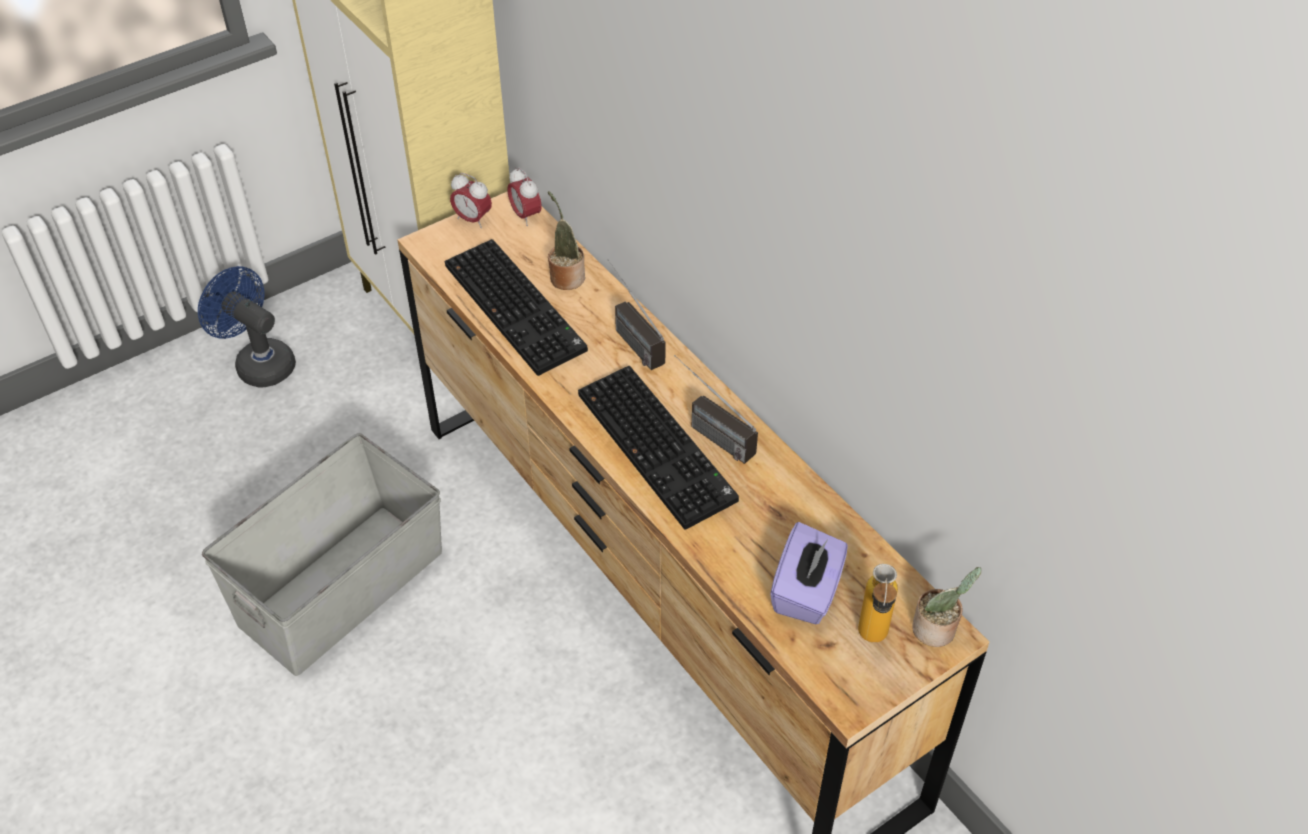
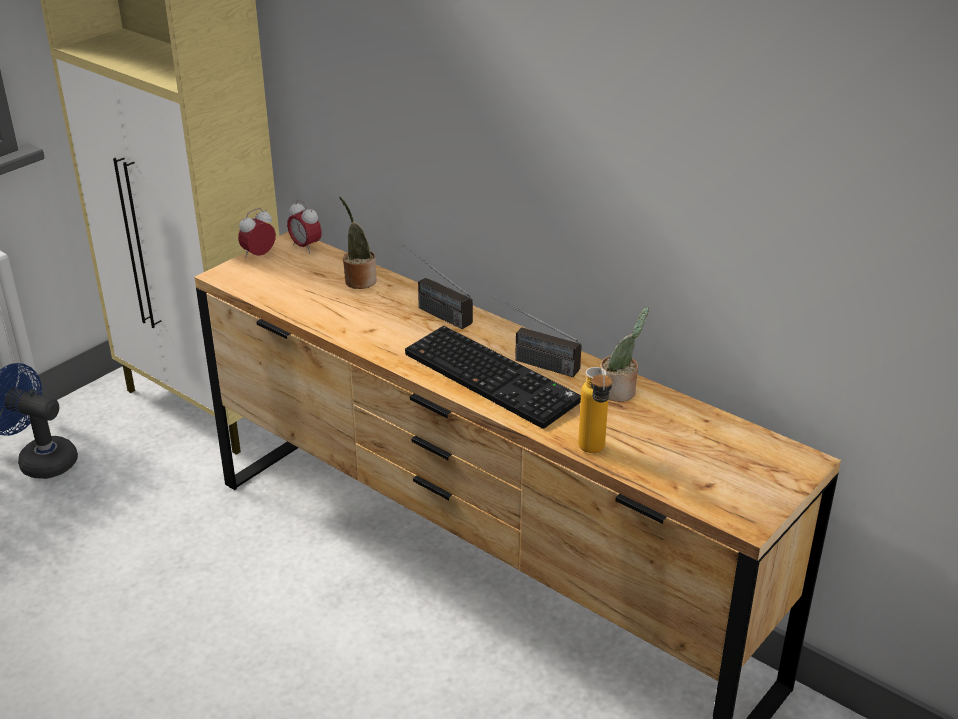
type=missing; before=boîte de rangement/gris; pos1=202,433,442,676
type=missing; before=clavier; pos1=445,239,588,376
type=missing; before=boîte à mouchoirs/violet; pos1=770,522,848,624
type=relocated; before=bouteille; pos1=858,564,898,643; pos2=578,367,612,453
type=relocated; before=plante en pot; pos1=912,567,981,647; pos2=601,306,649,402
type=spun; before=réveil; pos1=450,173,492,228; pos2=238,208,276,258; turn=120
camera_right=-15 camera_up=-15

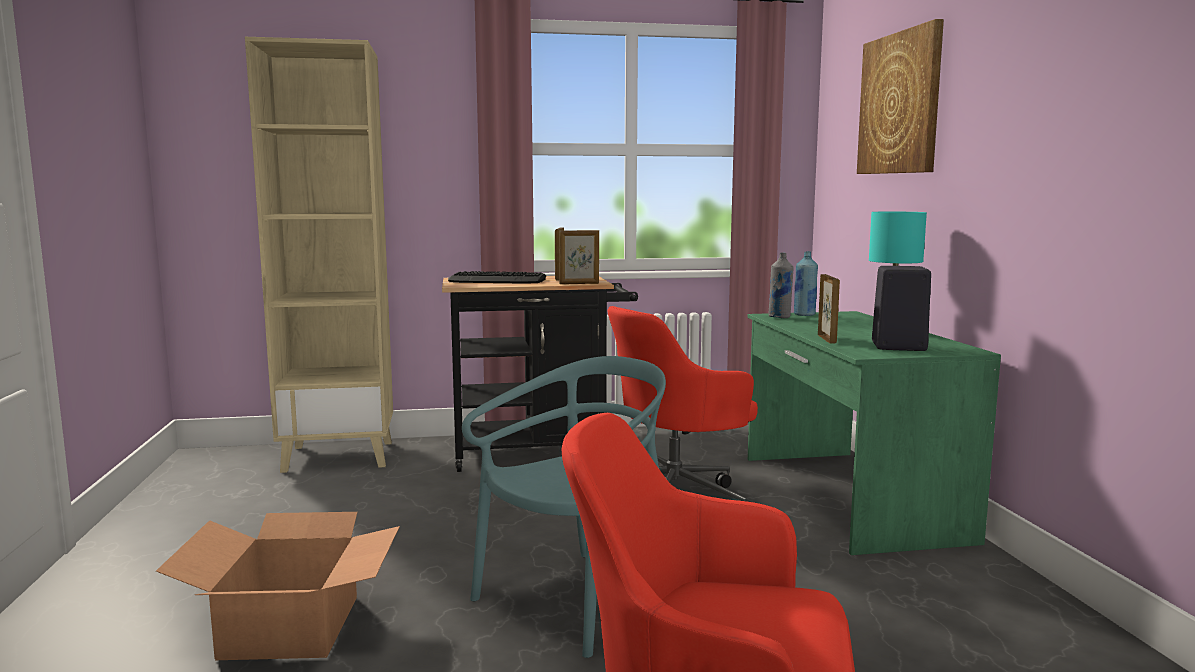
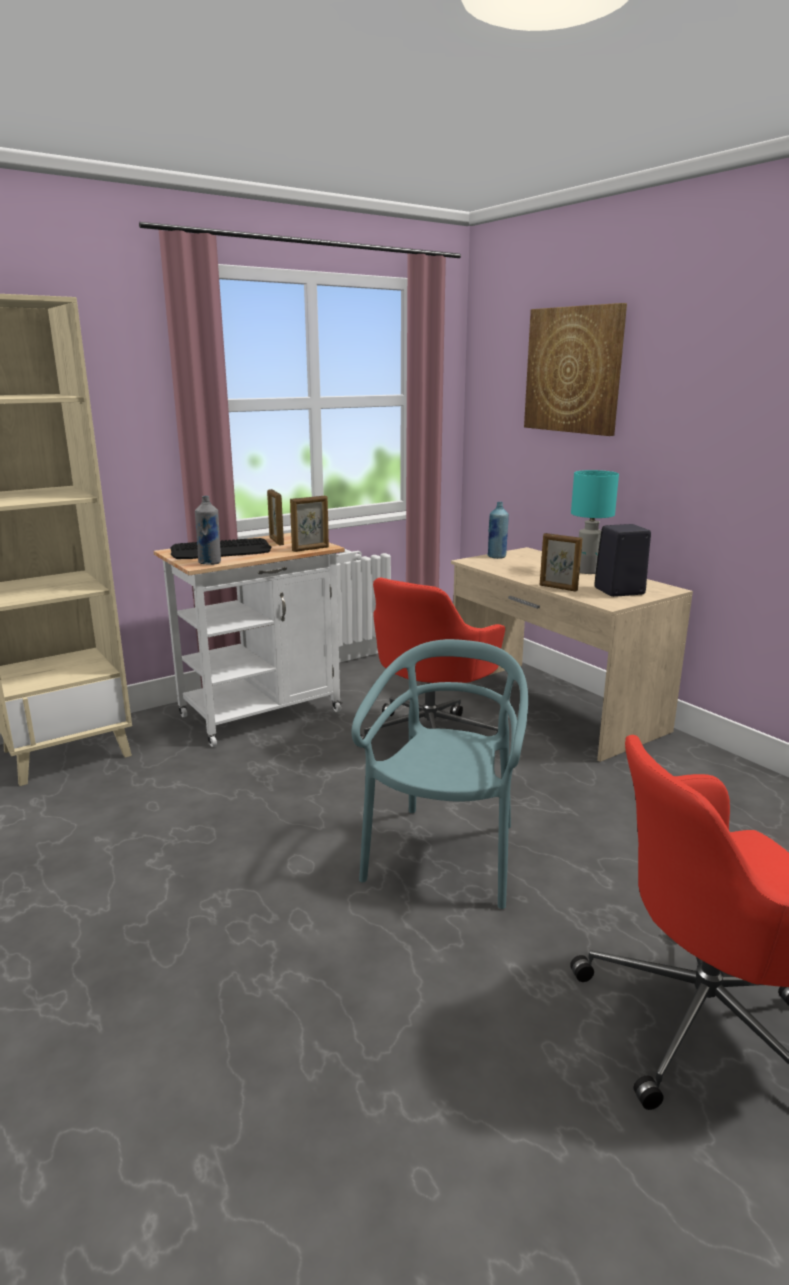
type=missing; before=carton; pos1=156,512,400,660
type=relocated; before=bouteille/gris; pos1=768,252,794,318; pos2=195,496,221,565
type=colour; before=chariot/noir; after=chariot/blanc; pos1=442,276,638,472; pos2=154,533,362,747
type=colour; before=bureau/vert; after=bureau/beige; pos1=748,311,1001,555; pos2=451,547,693,762
type=spun; before=cadre photo; pos1=818,274,840,343; pos2=540,533,583,592; turn=150
camera_right=-25 camera_up=10

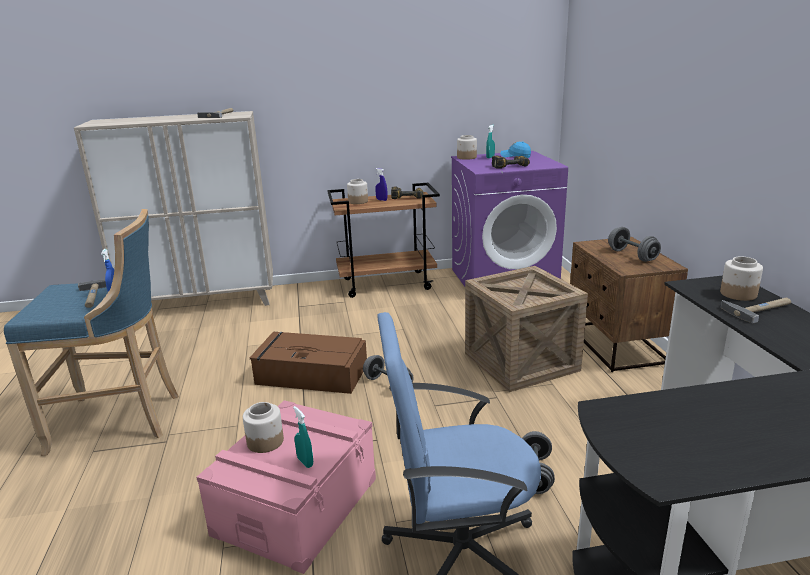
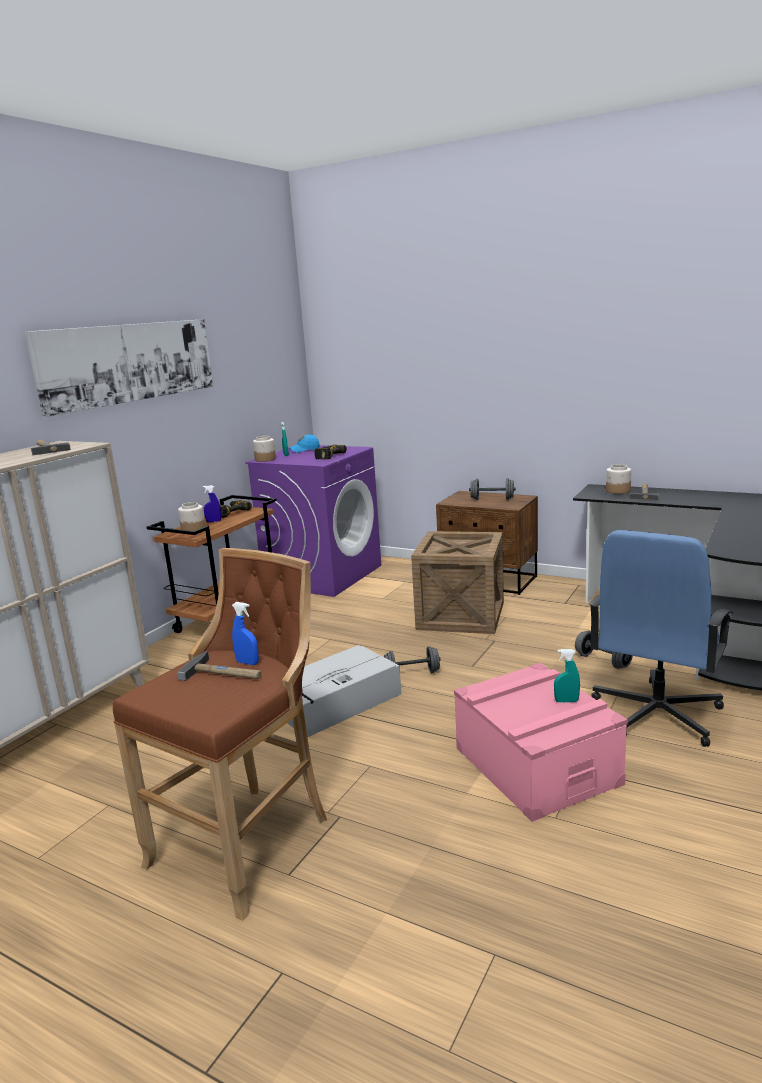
type=missing; before=bocal; pos1=243,402,284,453
type=appeared; after=tableau; pos2=25,319,213,417
type=colour; before=tabouret/bleu; after=tabouret/marron; pos1=4,209,179,456; pos2=113,548,327,921
type=colour; before=boîte de rangement/marron; after=boîte de rangement/gris; pos1=250,332,367,394; pos2=288,645,401,737
camera_right=-50 camera_up=-5

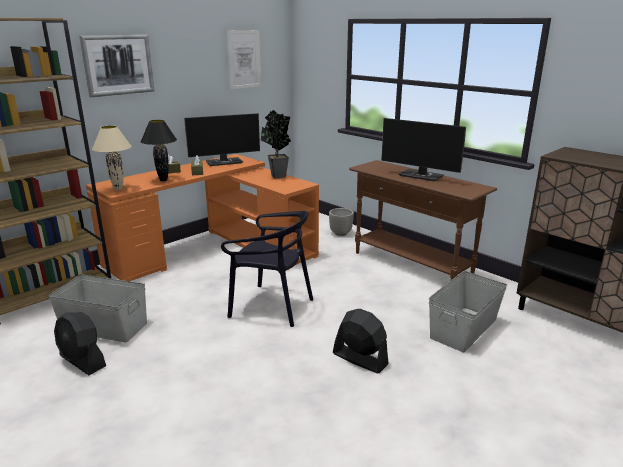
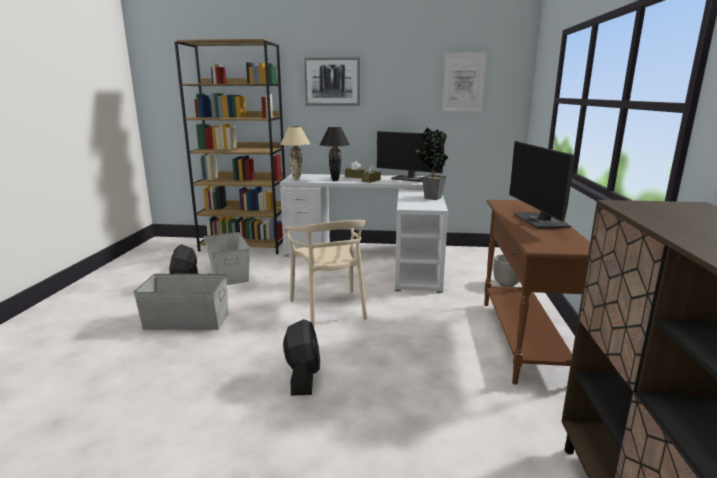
type=relocated; before=boîte de rangement/gris; pos1=429,271,507,352; pos2=134,274,228,330
type=colour; before=bureau/orange; after=bureau/blanc; pos1=86,154,319,281; pos2=280,174,448,293
type=colour; before=chaise/noir; after=chaise/beige; pos1=221,211,313,327; pos2=284,220,367,328
camera_right=50 camera_up=-5

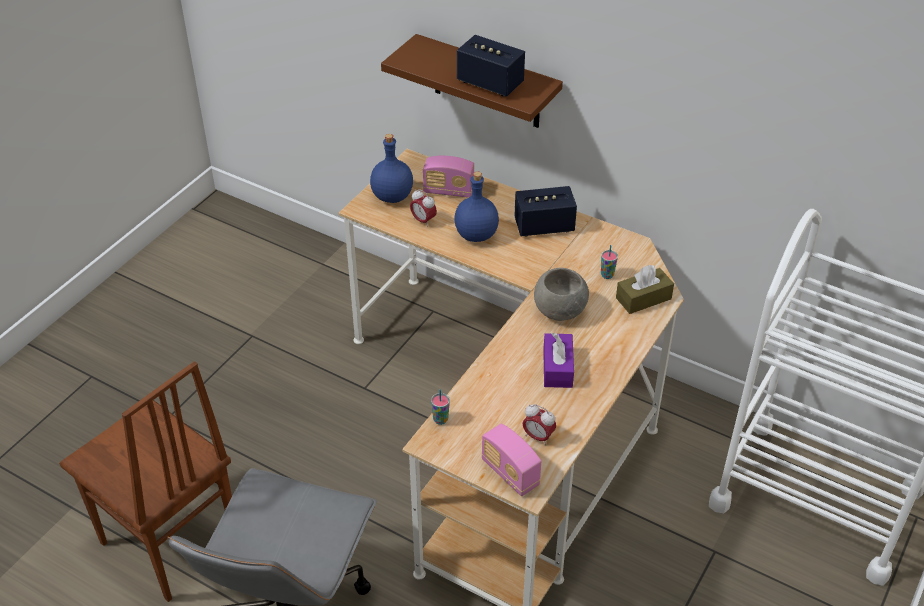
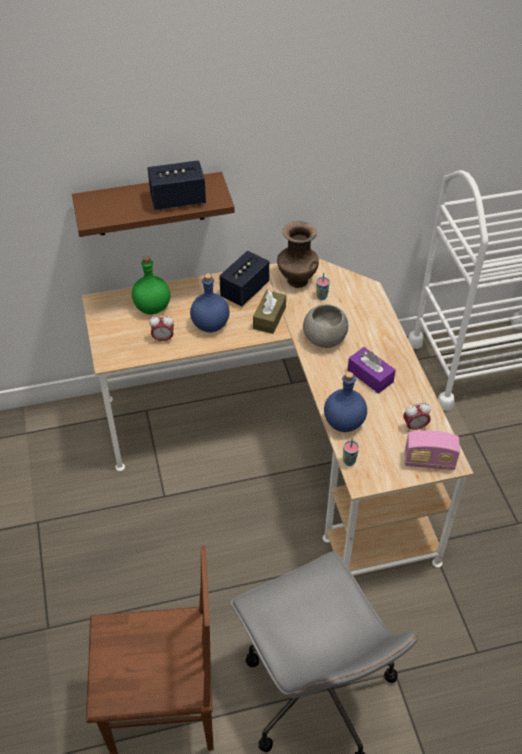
type=appeared; after=vase/marron; pos2=277,221,319,288
type=relocated; before=bouteille/bleu; pos1=370,134,413,203; pos2=324,372,367,432
type=relocated; before=boîte à mouchoirs/marron; pos1=616,265,674,314; pos2=253,290,286,334
type=exchanged; before=radio; after=bouteille/vert; pos1=423,156,474,198; pos2=132,256,170,315
camera_right=-45 camera_up=5

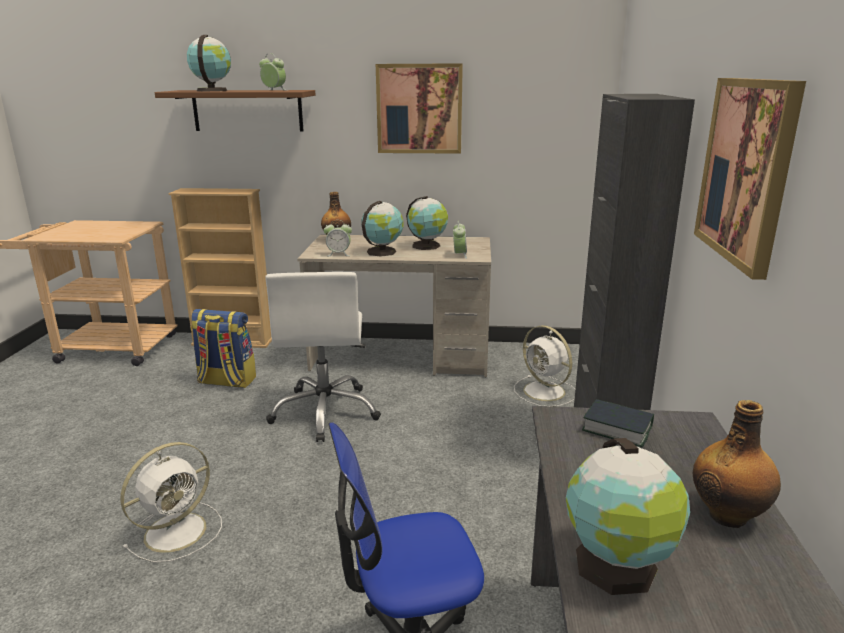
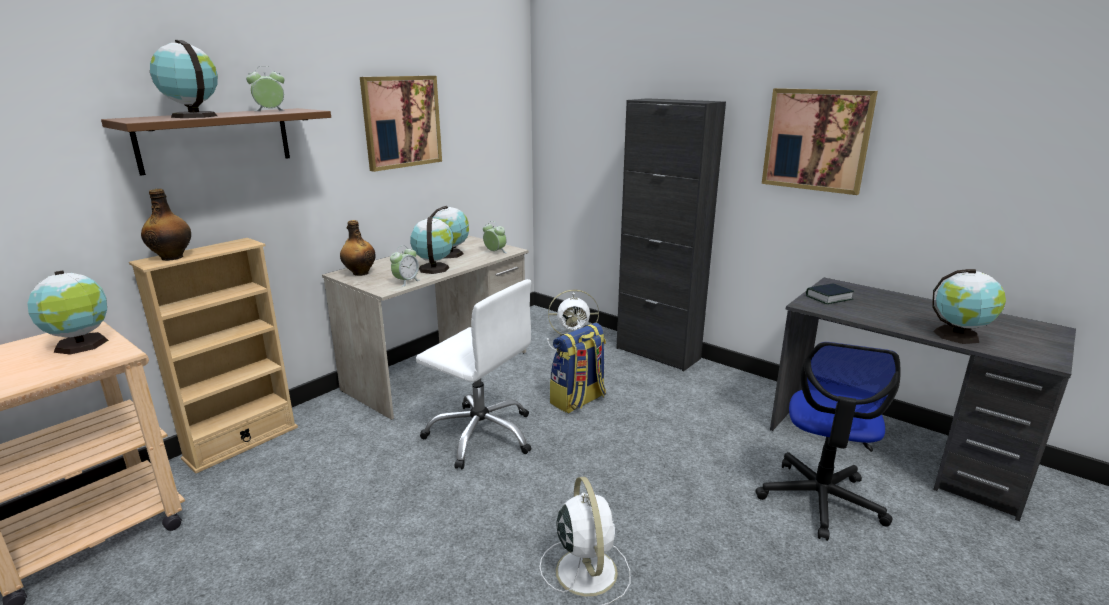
type=appeared; after=globe; pos2=27,270,109,355
type=relocated; before=sac à dos; pos1=191,309,256,388; pos2=550,323,606,413
type=relocated; before=bouteille; pos1=693,400,781,528; pos2=141,189,191,261
camera_right=-55 camera_up=0

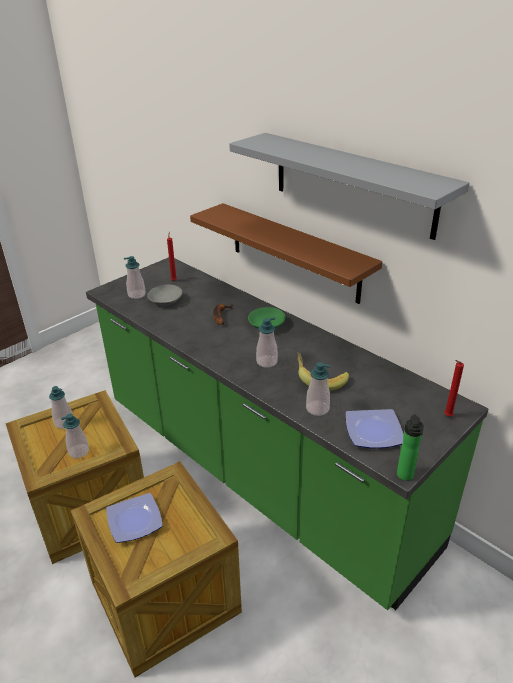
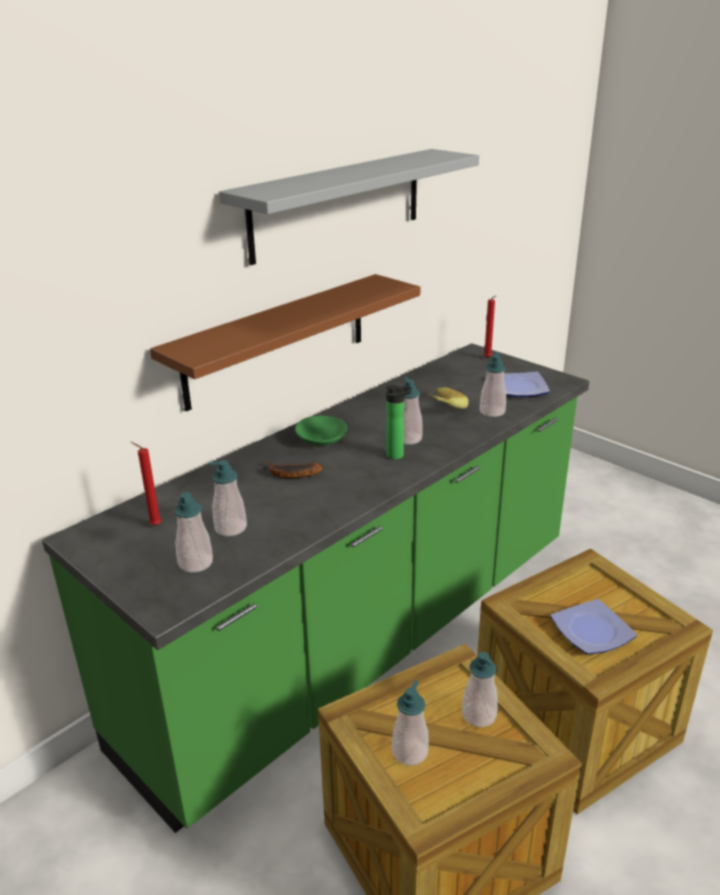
type=relocated; before=bouteille; pos1=397,414,424,481; pos2=386,385,412,460
type=exchanged; before=bol/gris; after=distributeur de savon; pos1=147,285,182,306; pos2=209,460,247,537
camera_right=-90 camera_up=-5

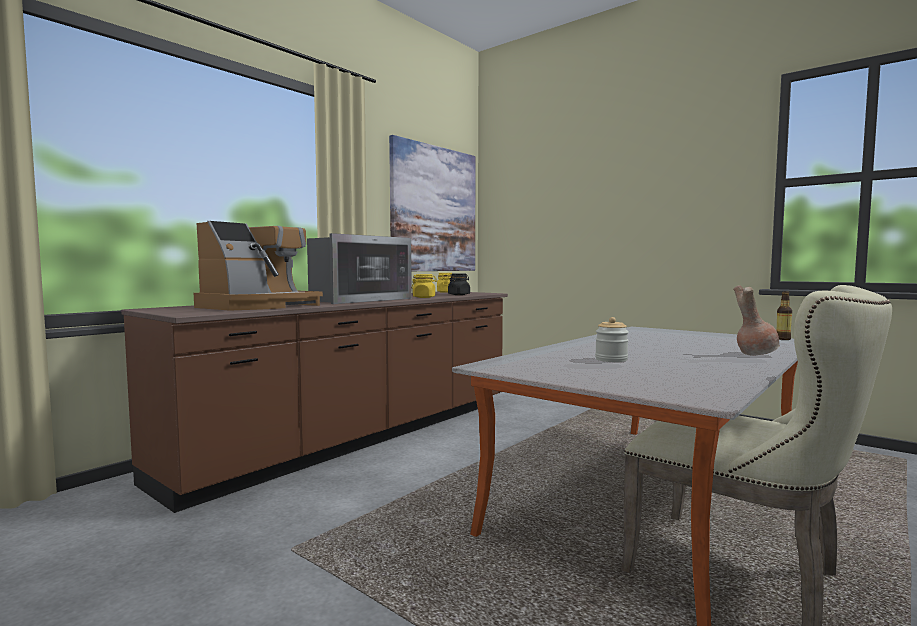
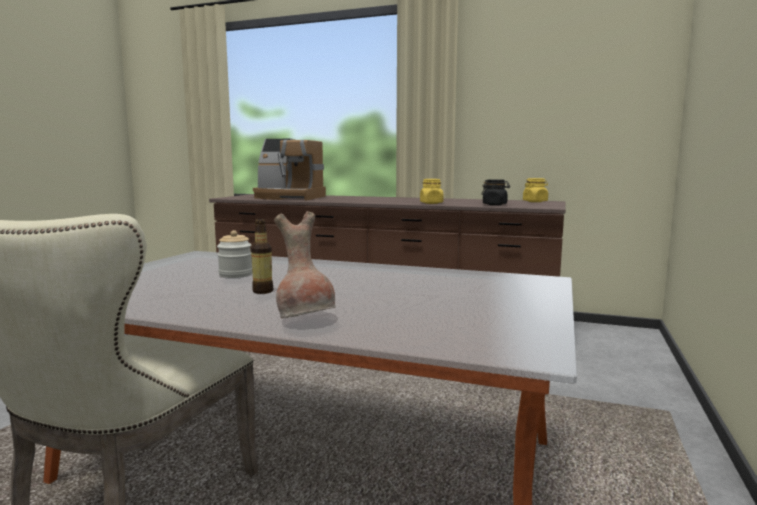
type=missing; before=micro-ondes; pos1=307,233,412,304
type=missing; before=tableau; pos1=389,135,476,271
type=relocated; before=bouteille; pos1=777,292,792,340; pos2=251,219,273,294
camera_right=70 camera_up=5

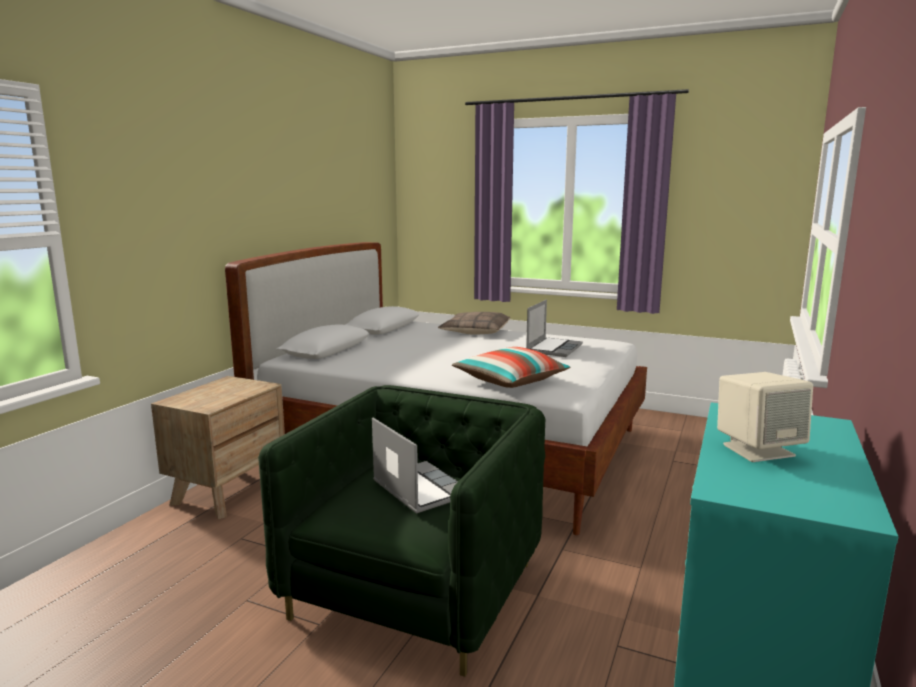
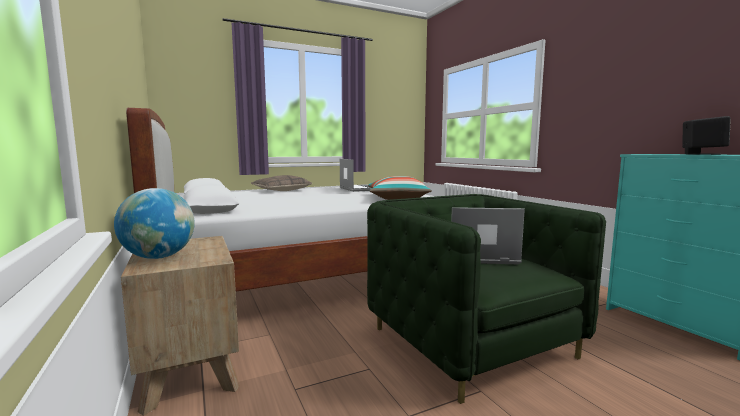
type=appeared; after=globe; pos2=114,188,195,259
type=colour; before=enceinte/beige; after=enceinte/noir; pos1=717,372,813,462; pos2=682,116,731,155
camera_right=-50 camera_up=-5

